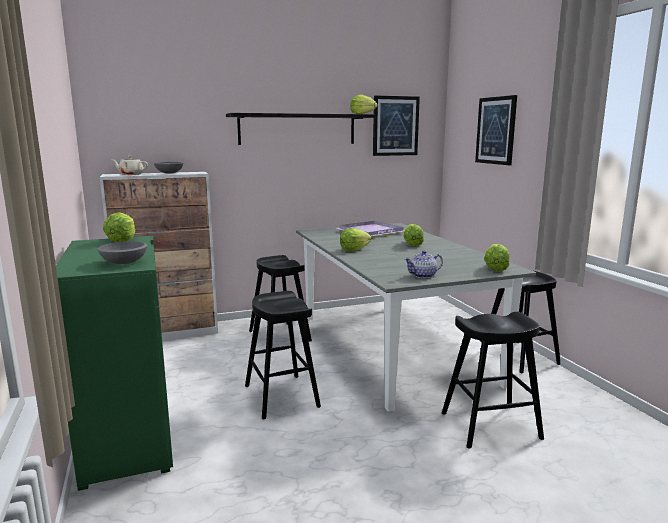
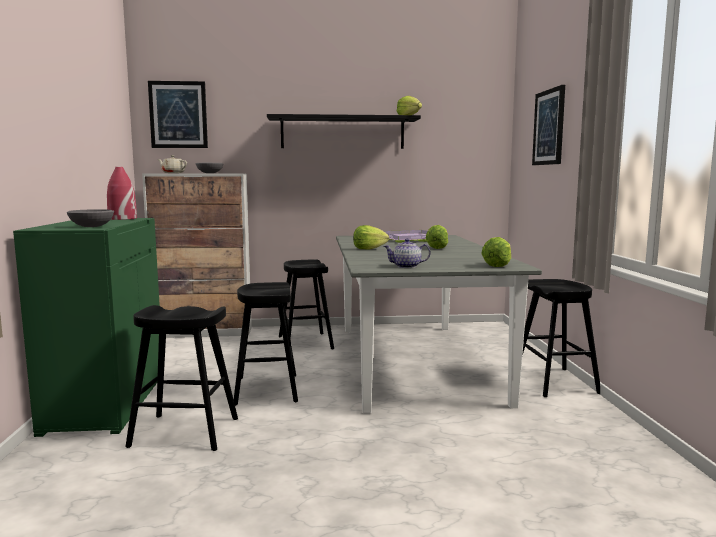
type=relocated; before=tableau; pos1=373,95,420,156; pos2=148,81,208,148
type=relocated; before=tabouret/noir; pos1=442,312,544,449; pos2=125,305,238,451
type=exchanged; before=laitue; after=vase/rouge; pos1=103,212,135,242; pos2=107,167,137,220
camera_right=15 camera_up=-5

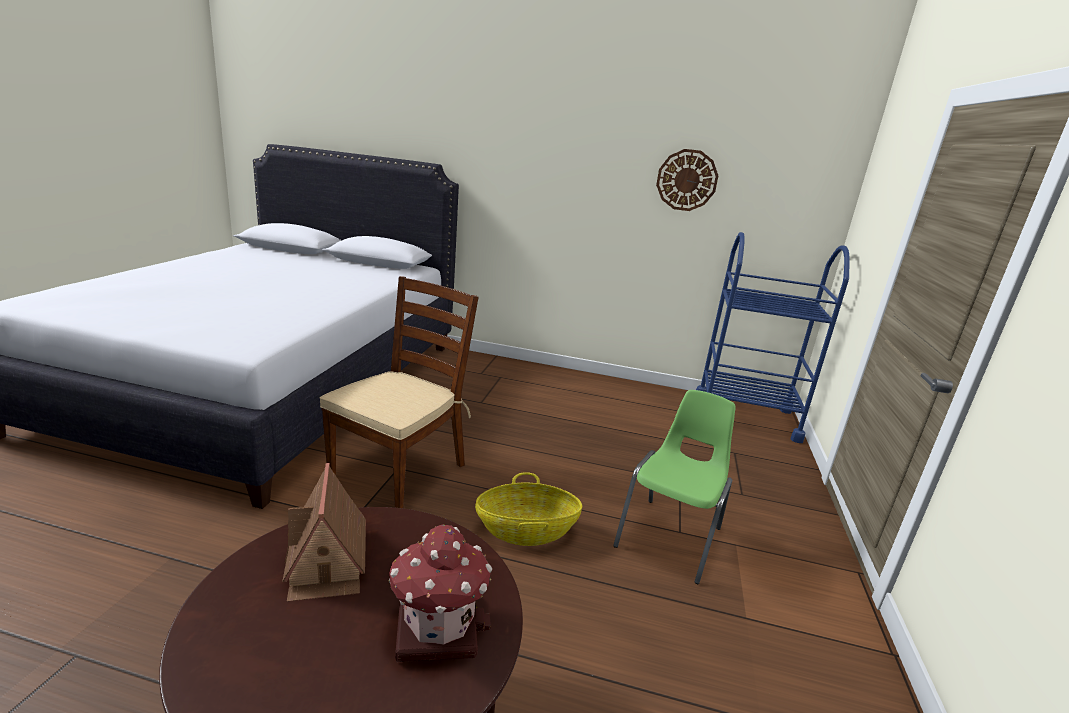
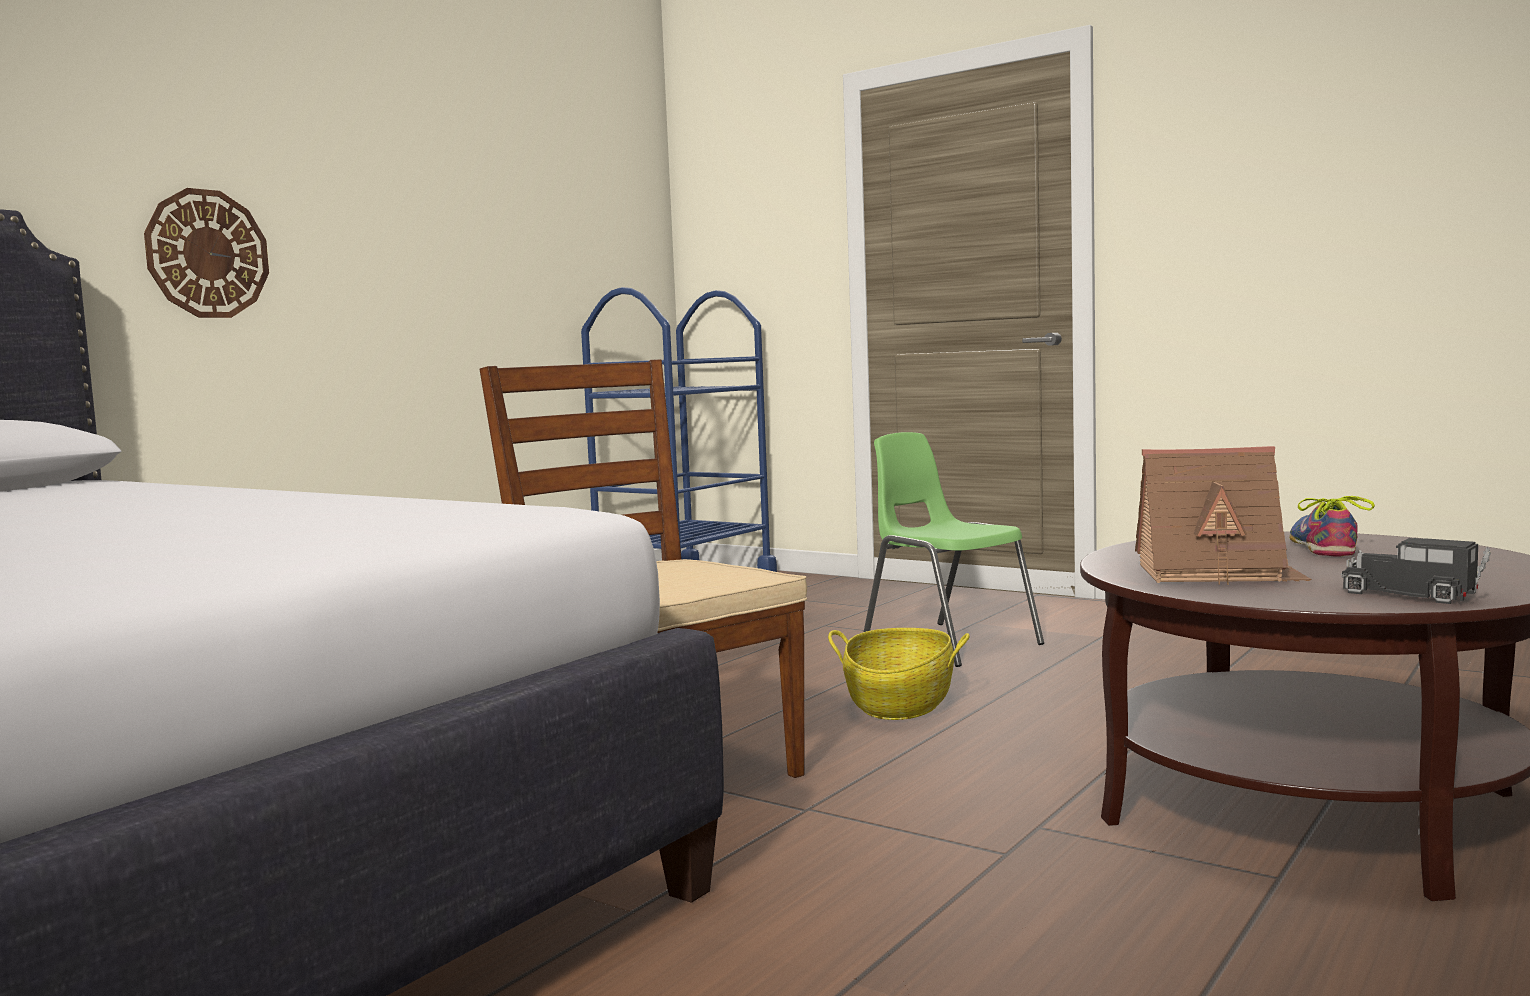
type=appeared; after=camion jouet; pos2=1341,538,1491,604
type=relocated; before=horloge murale; pos1=656,149,718,211; pos2=144,188,269,318
type=exchanged; before=maison miniature; after=chaussure; pos1=388,524,492,662; pos2=1289,496,1375,556
camera_right=-65 camera_up=-15

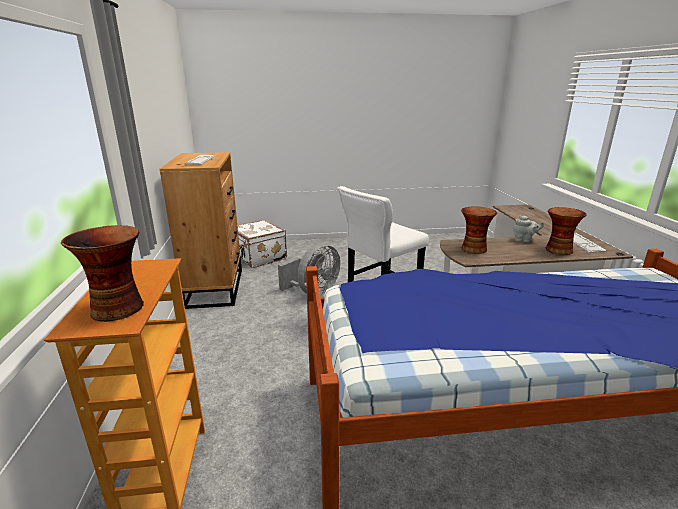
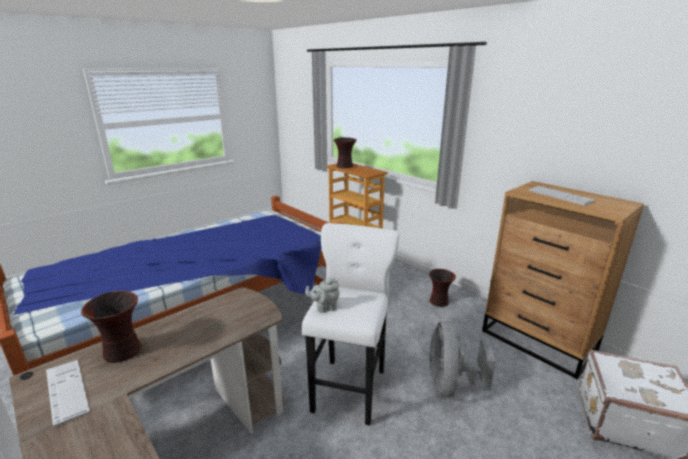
type=relocated; before=vase; pos1=461,206,497,254; pos2=429,269,456,307
type=relocated; before=théière/gris; pos1=513,216,544,242; pos2=305,278,340,313
camera_right=145 camera_up=0

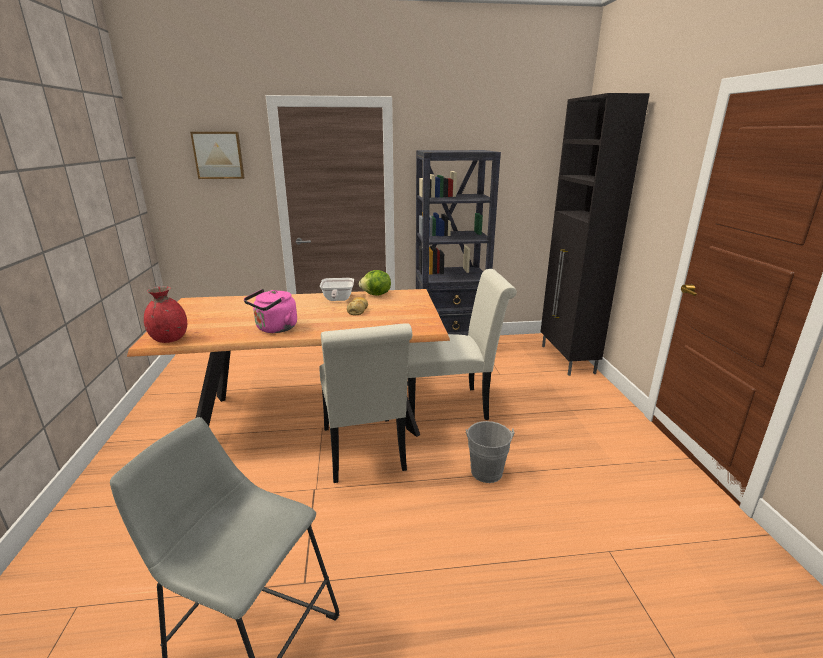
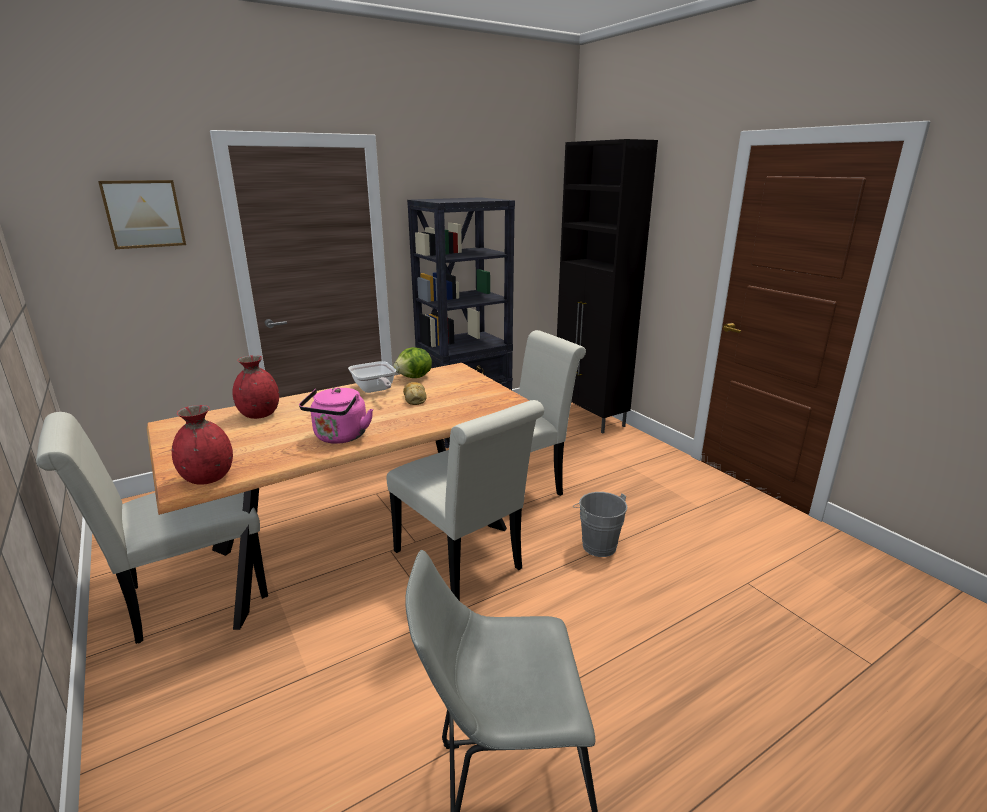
type=appeared; after=chaise/blanc; pos2=36,412,268,644
type=appeared; after=vase/rouge; pos2=232,355,279,419
camera_right=-25 camera_up=0

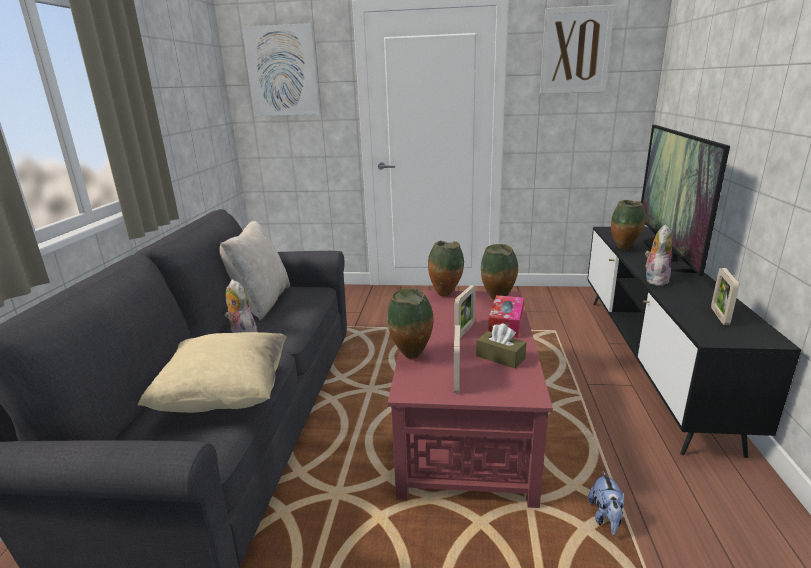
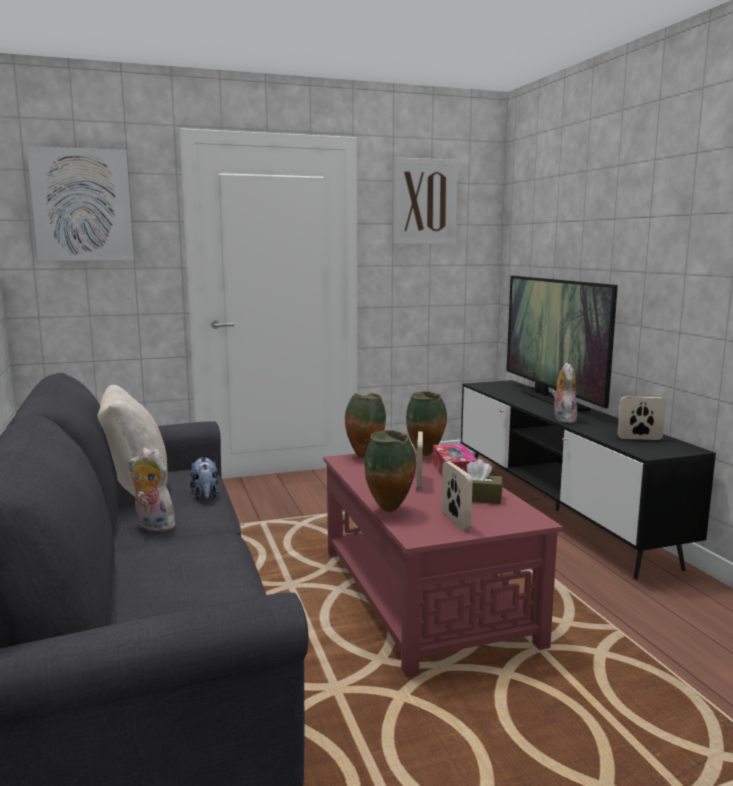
type=missing; before=coussin/beige; pos1=137,332,286,413
type=missing; before=vase; pos1=611,200,646,250
type=relocated; before=peluche; pos1=588,471,625,536; pos2=190,457,218,499
type=spun; before=cadre photo; pos1=711,268,739,325; pos2=618,397,666,440; turn=105
camera_right=-25 camera_up=-10

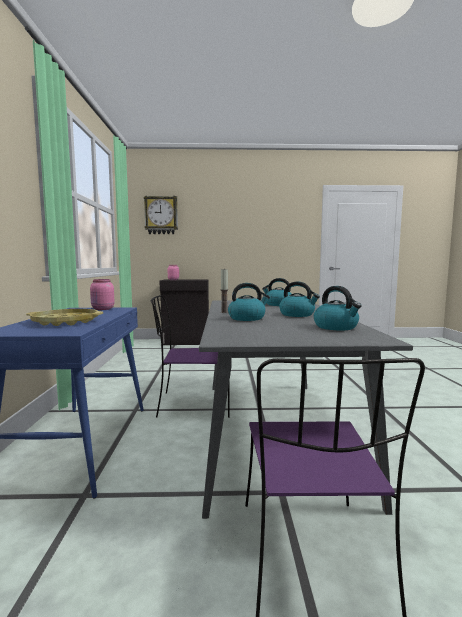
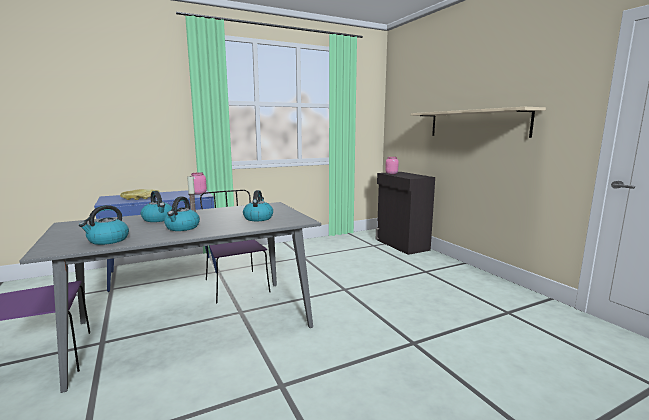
type=missing; before=horloge murale; pos1=144,196,178,234
type=appeared; after=étagère/beige; pos2=411,107,546,138
camera_right=65 camera_up=5

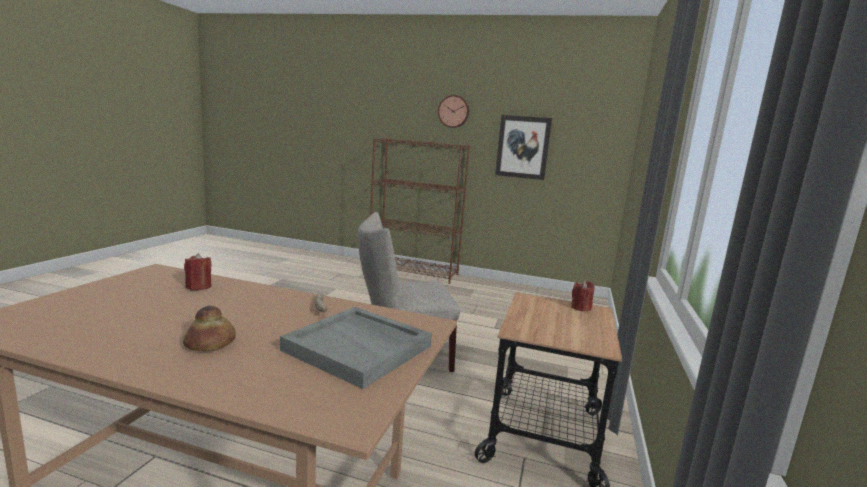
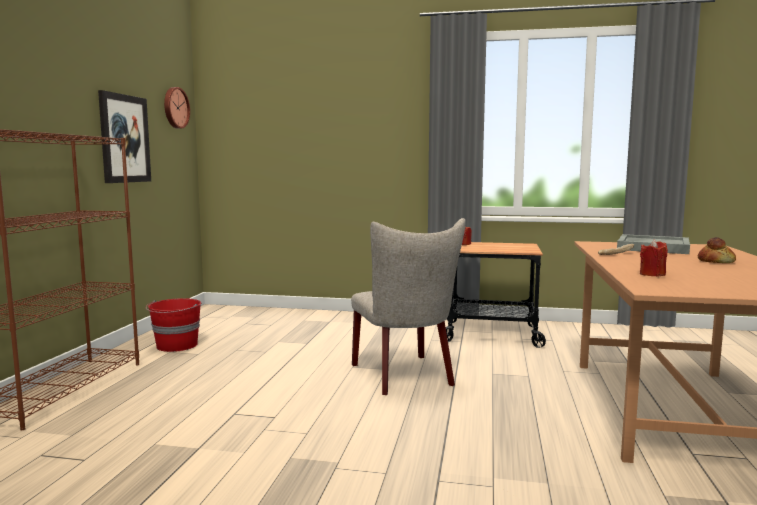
type=appeared; after=seau/rouge; pos2=146,298,201,352
type=relocated; before=horloge murale; pos1=438,95,469,128; pos2=164,87,190,129
camera_right=-95 camera_up=-5

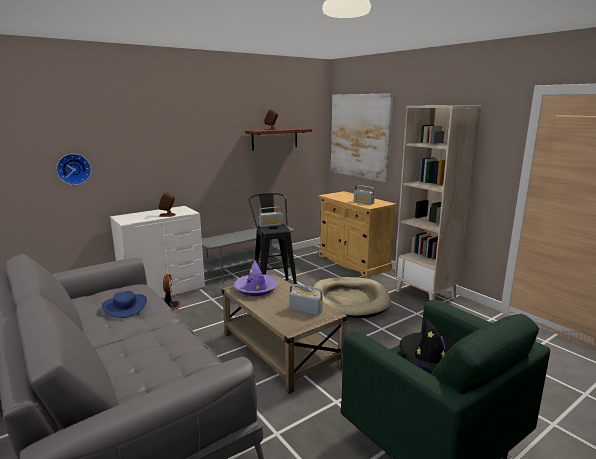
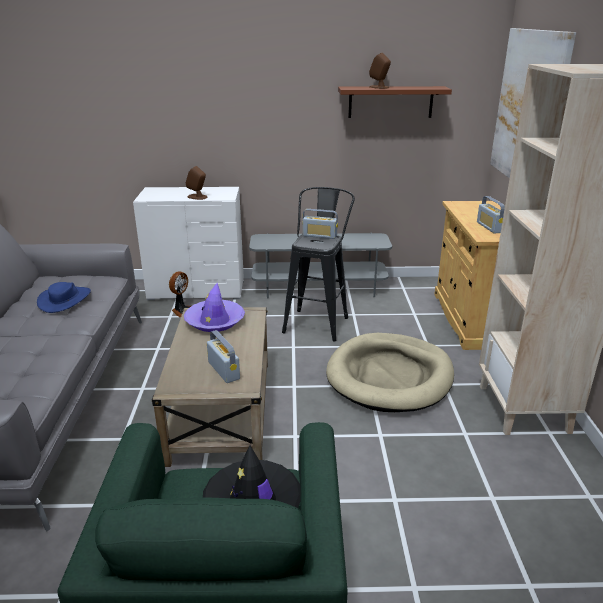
type=missing; before=horloge murale; pos1=56,154,91,185
camera_right=35 camera_up=10

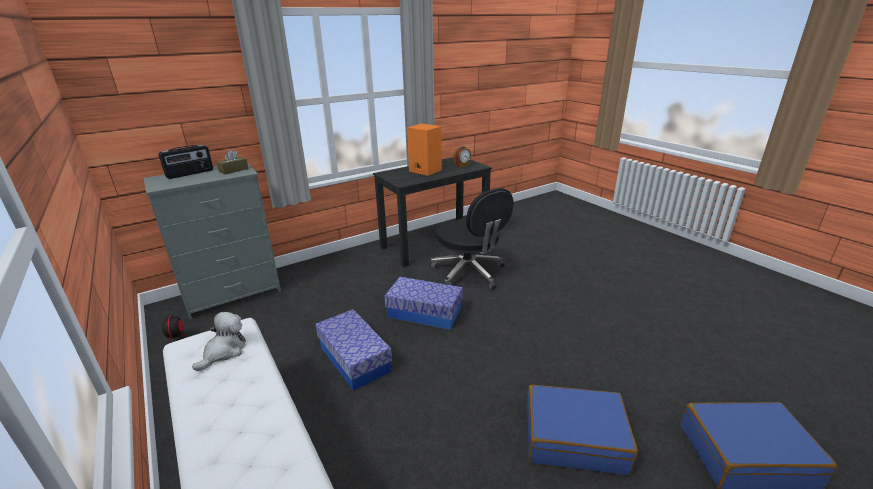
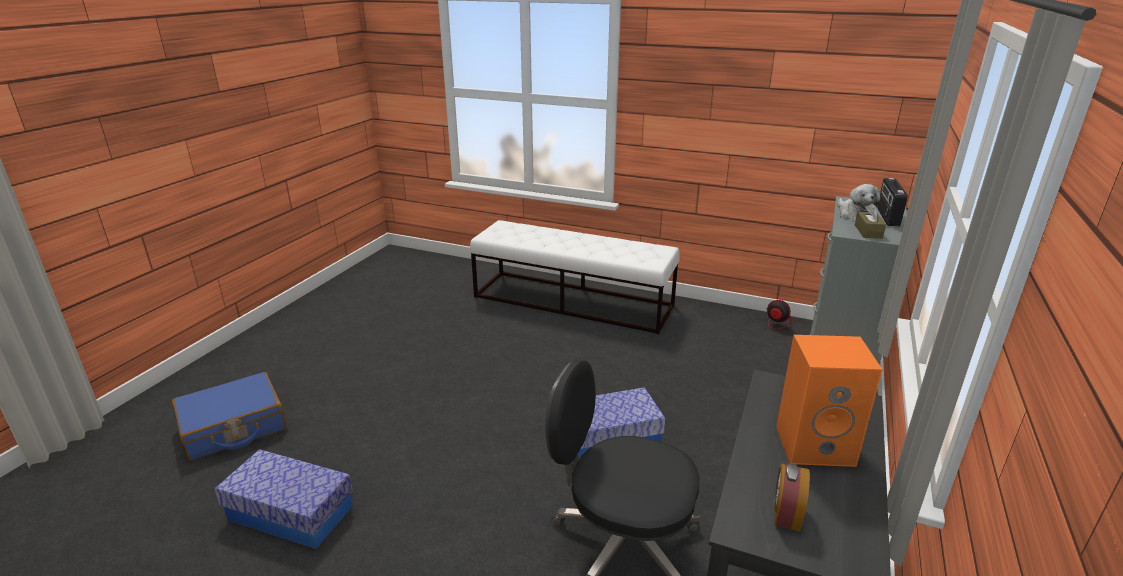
type=missing; before=valise/bleu; pos1=527,385,638,475
type=relocated; before=peluche; pos1=192,312,246,371; pos2=838,184,880,222
type=relocated; before=boîte de rangement; pos1=315,309,392,391; pos2=214,449,353,549
camera_right=145 camera_up=0

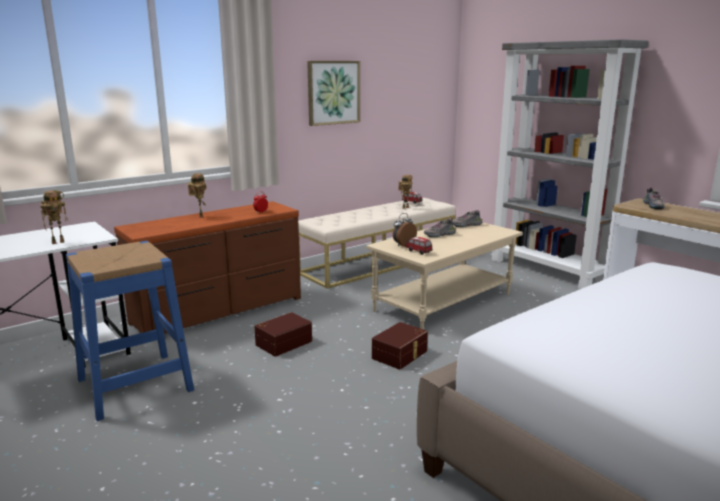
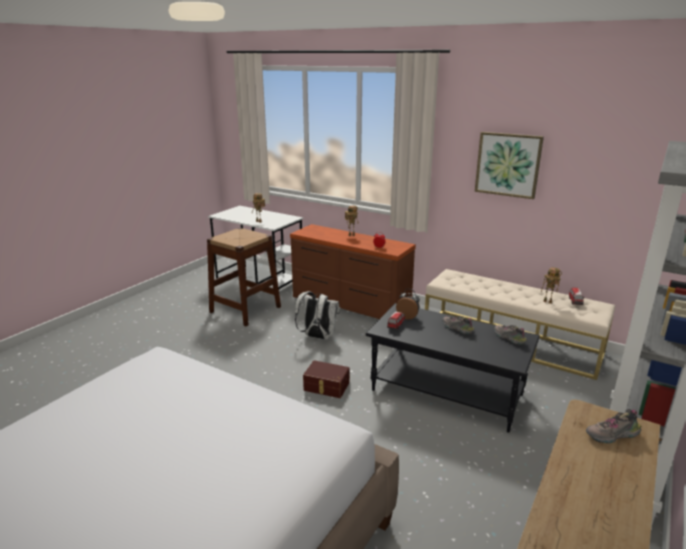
type=exchanged; before=boîte de rangement/marron; after=sac à dos/blanc; pos1=254,312,312,357; pos2=295,291,340,340
type=colour; before=tabouret/bleu; after=tabouret/marron; pos1=66,241,194,421; pos2=207,228,281,326
type=colour; before=table basse/beige; after=table basse/noir; pos1=366,222,523,330; pos2=366,303,540,433
camera_right=70 camera_up=5

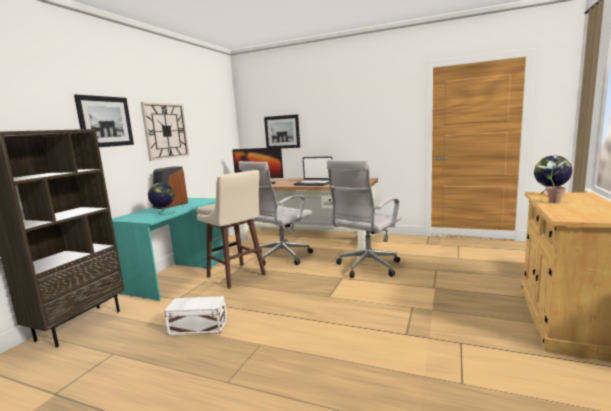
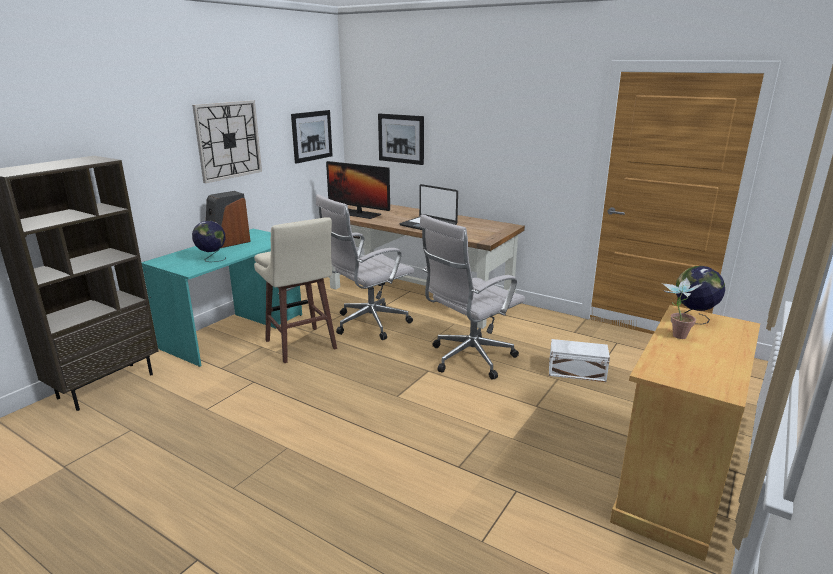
type=relocated; before=tableau; pos1=74,95,134,147; pos2=291,110,333,164
type=relocated; before=boîte de rangement/blanc; pos1=164,296,227,335; pos2=549,339,610,382
camera_right=10 camera_up=10

